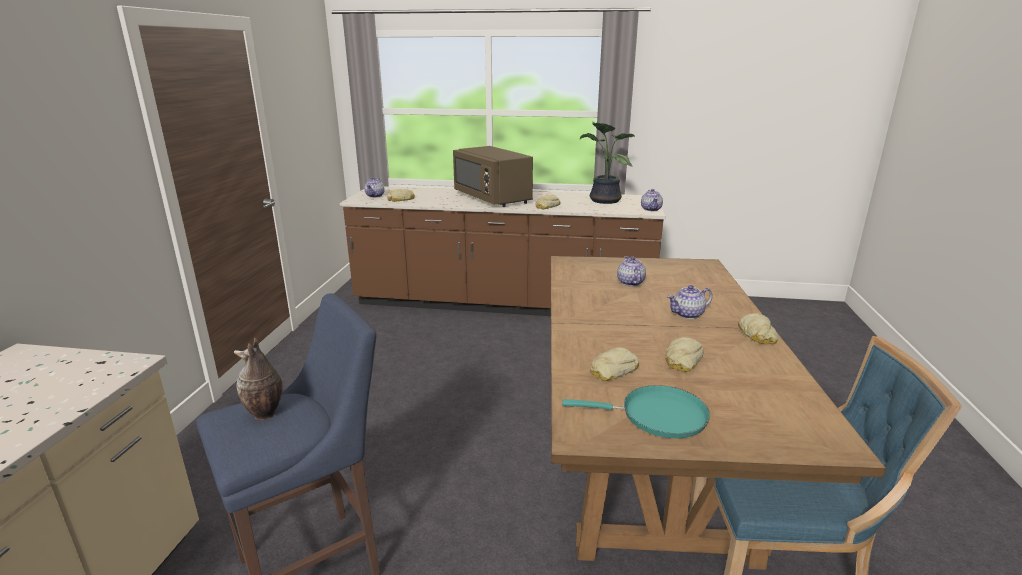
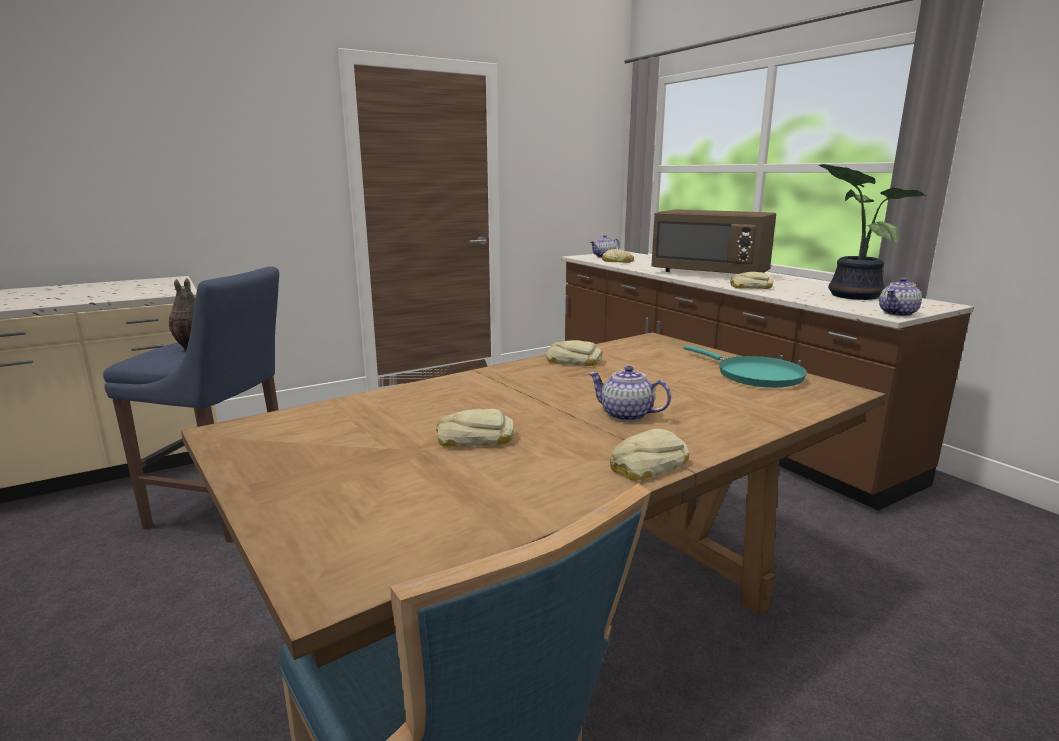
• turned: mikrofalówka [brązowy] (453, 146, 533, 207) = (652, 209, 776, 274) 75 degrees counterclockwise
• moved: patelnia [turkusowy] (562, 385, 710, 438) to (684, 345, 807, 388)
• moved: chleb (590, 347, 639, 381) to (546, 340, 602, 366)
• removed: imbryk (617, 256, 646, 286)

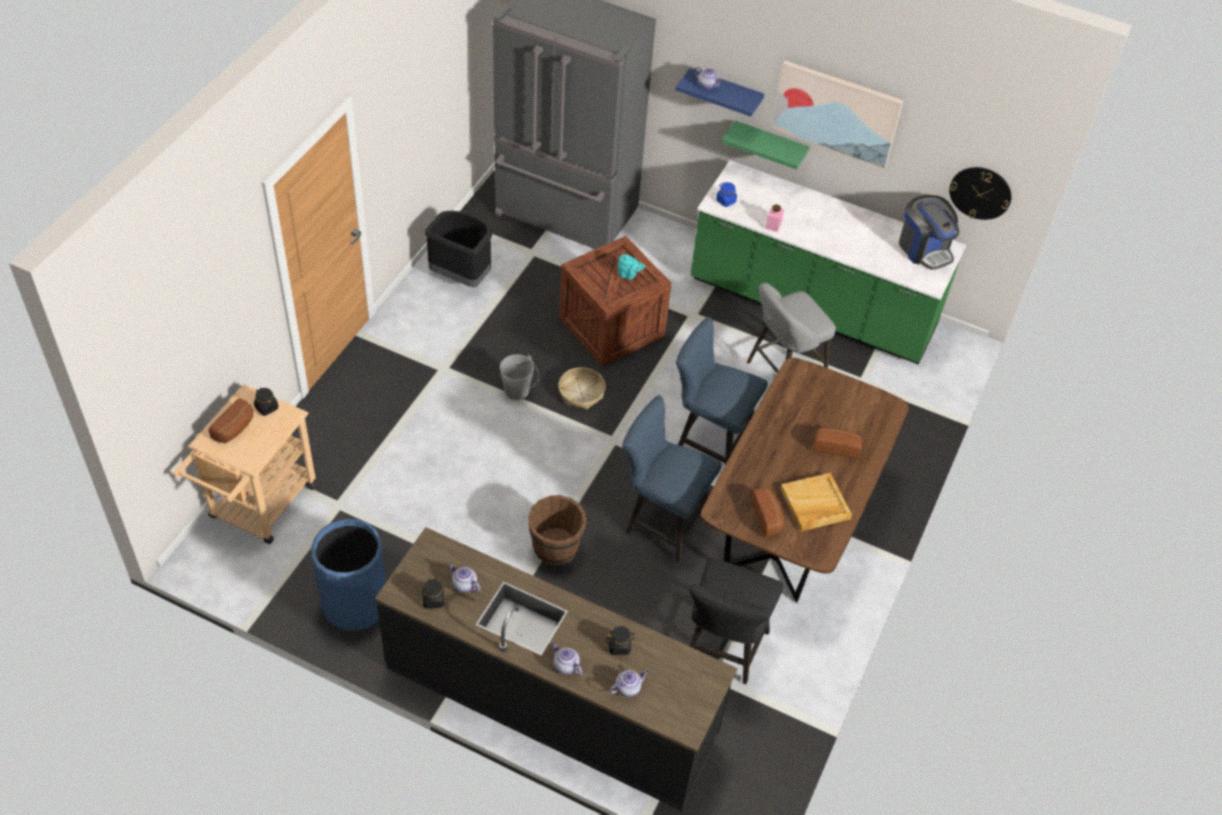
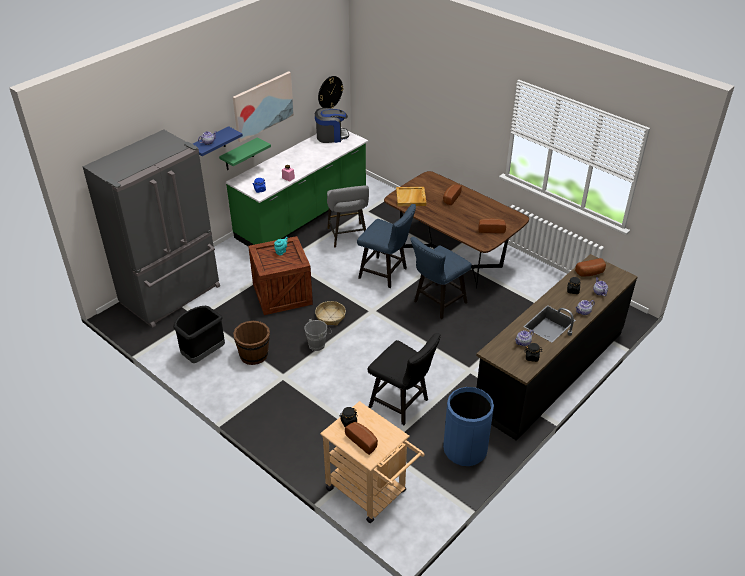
• moved: wiadro [brązowy] (528, 495, 587, 565) to (233, 321, 270, 365)
• turned: krzesło [niebieski] (676, 317, 768, 465) = (357, 204, 416, 288) 105 degrees counterclockwise
• moved: krzesło [czarny] (689, 558, 783, 684) to (368, 333, 441, 425)
• moved: taca [beżowy] (780, 473, 852, 531) to (396, 187, 426, 206)
• added: chleb (575, 258, 606, 277)

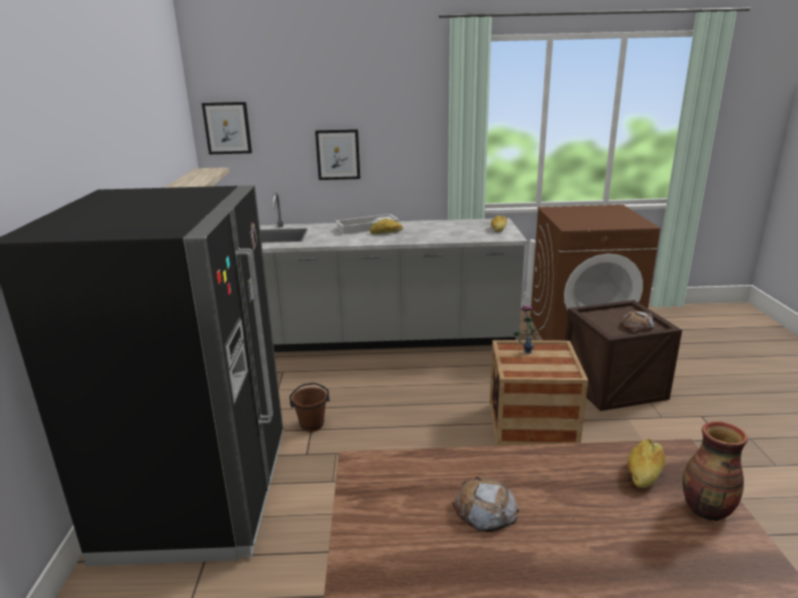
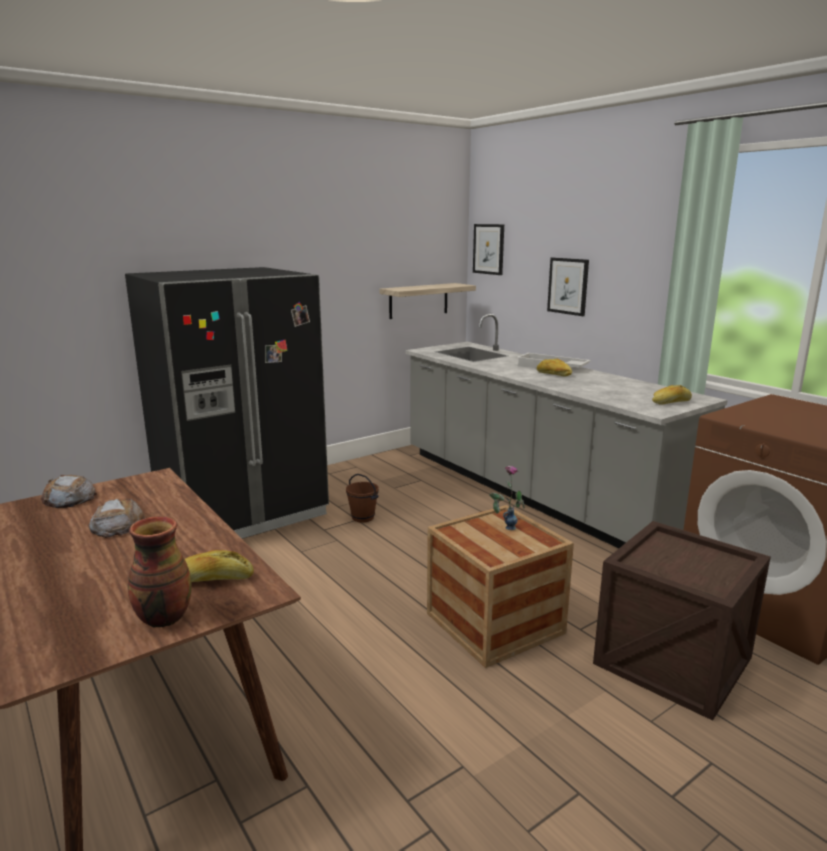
• moved: chleb (621, 311, 654, 332) to (41, 475, 97, 508)

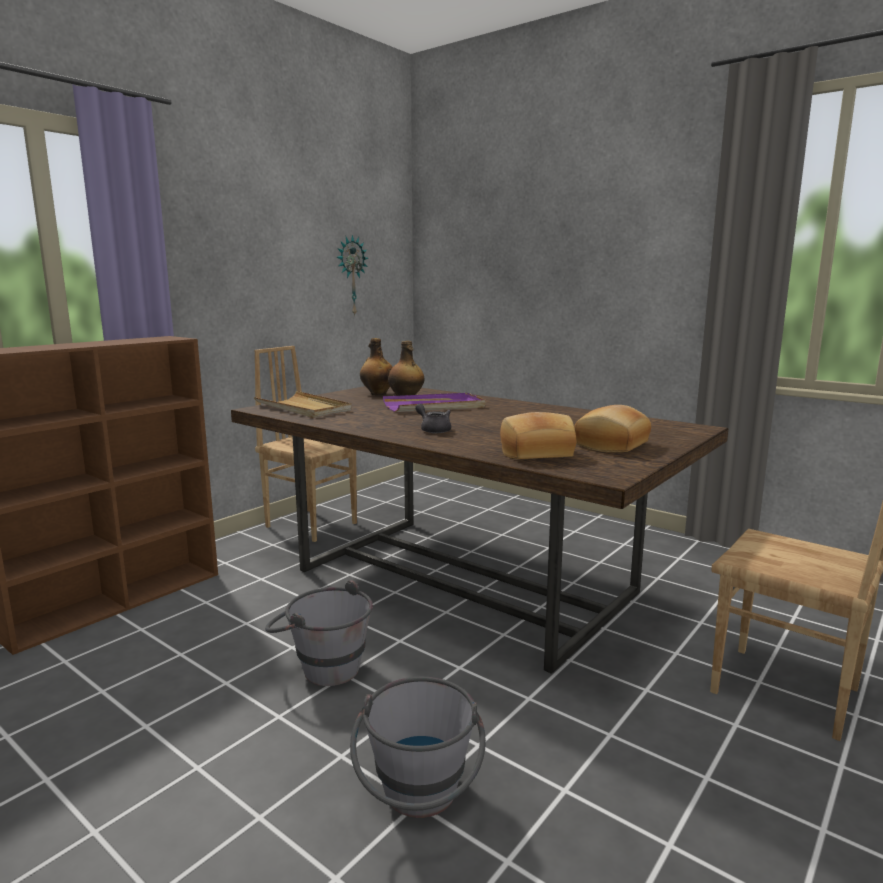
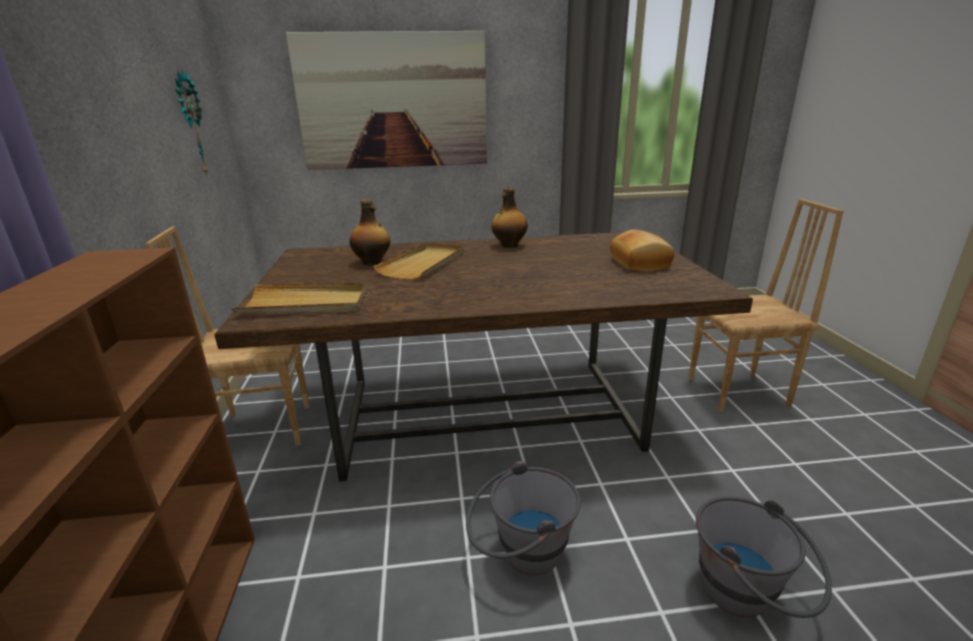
• moved: butelka (360, 338, 393, 395) to (491, 188, 528, 248)
• recoloured: taca [fioletowy] (383, 393, 486, 412) to taca [beżowy] (373, 243, 464, 280)
• removed: imbryk [szary] (415, 404, 451, 433)
• removed: chleb (500, 412, 576, 459)
• added: obraz (286, 31, 487, 170)

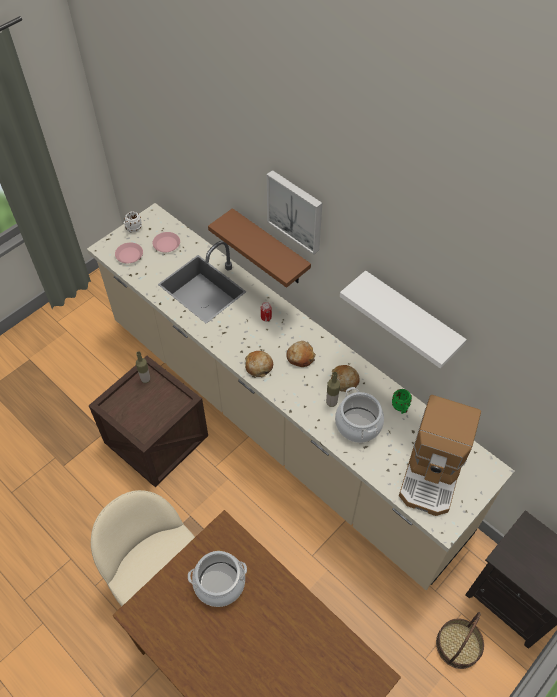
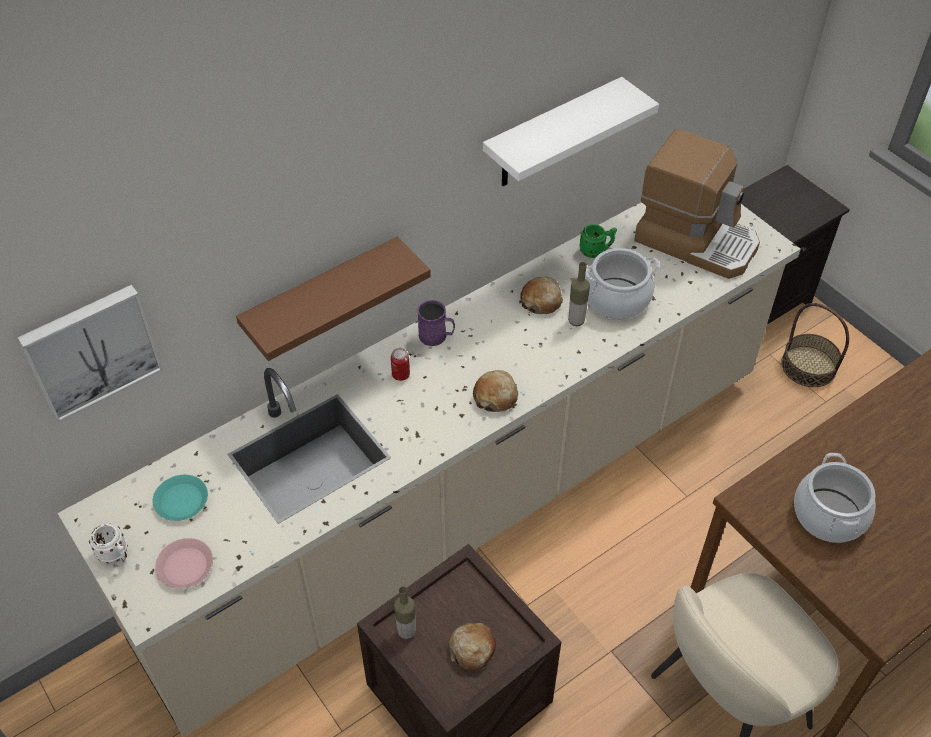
• recoloured: talerz [różowy] (153, 232, 180, 252) to talerz [turkusowy] (153, 475, 208, 521)
• moved: obraz (267, 170, 322, 254) to (17, 285, 163, 422)
• moved: chleb (286, 341, 316, 367) to (449, 623, 496, 671)
• added: kubek [fioletowy] (417, 300, 455, 346)

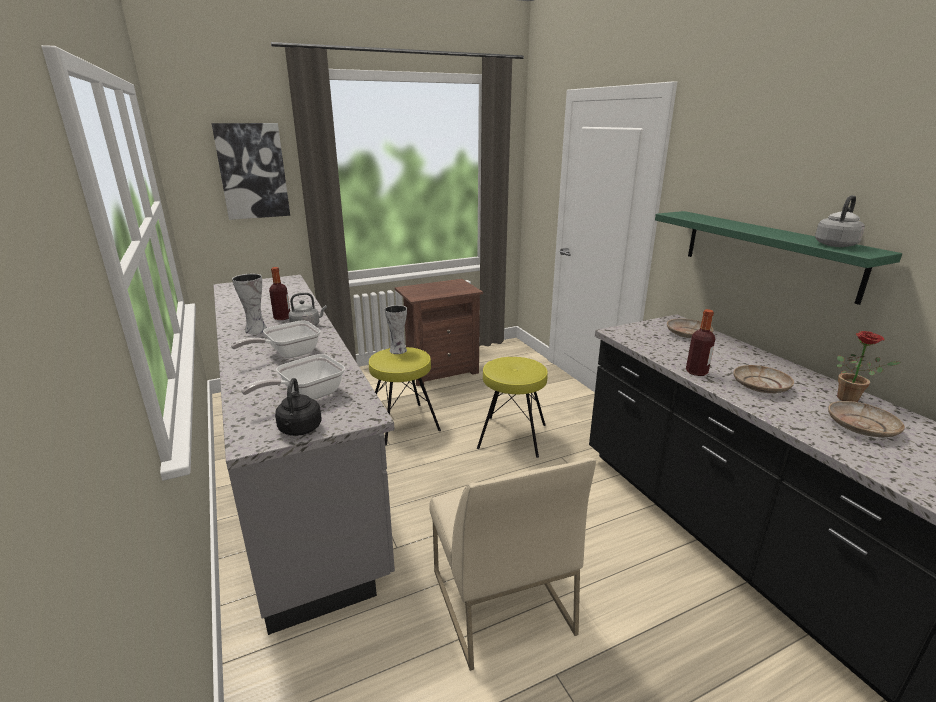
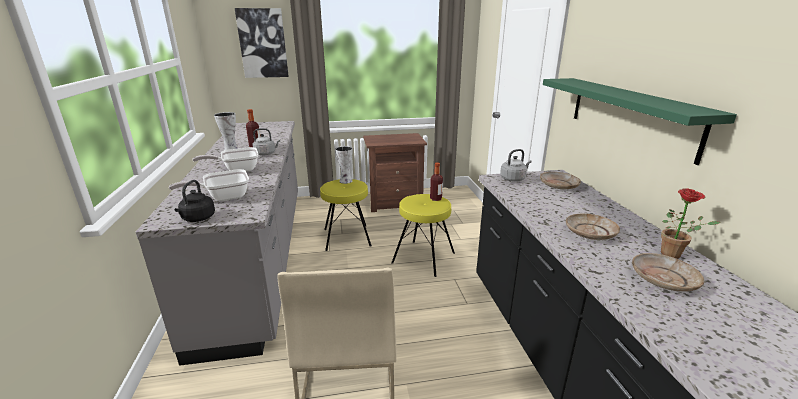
• moved: butelka (686, 309, 715, 376) to (430, 162, 443, 201)
• moved: czajnik [szary] (815, 195, 865, 247) to (500, 149, 532, 182)

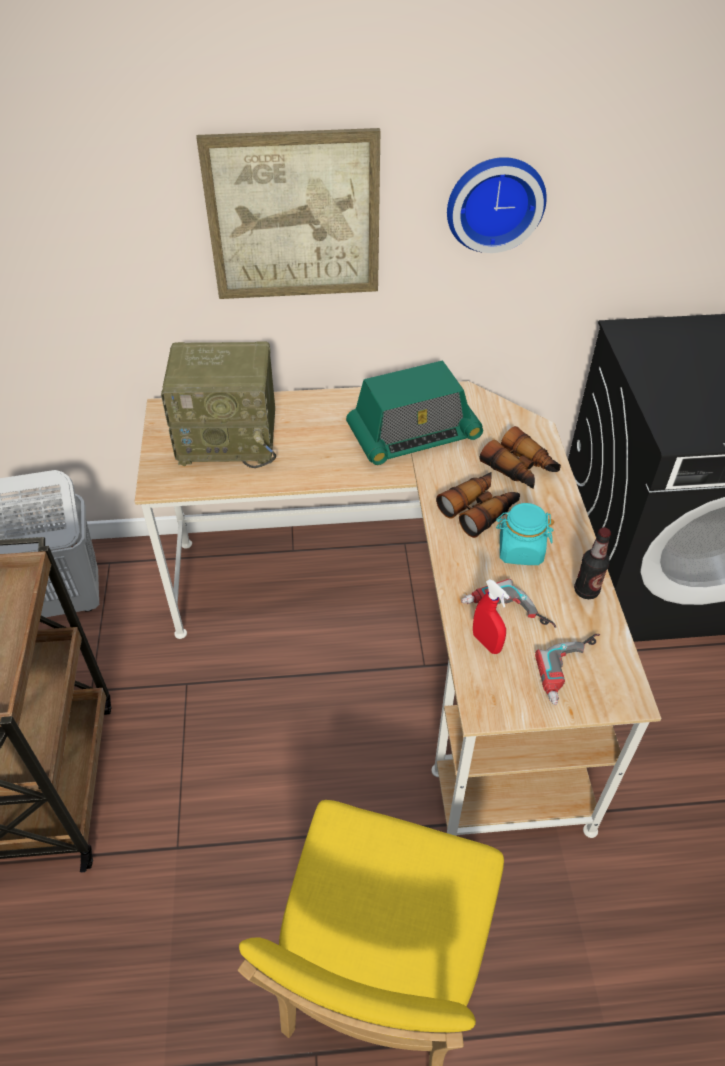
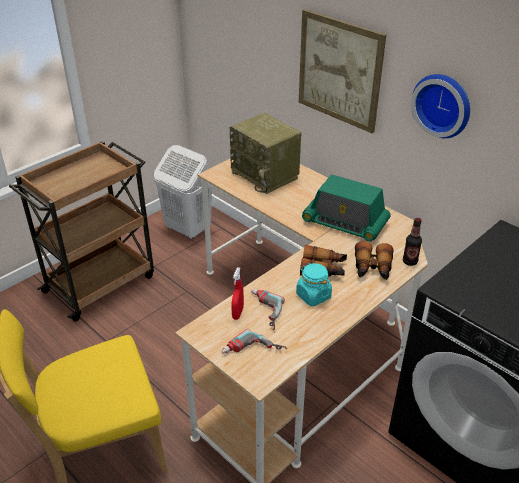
• moved: butelka (574, 528, 611, 599) to (403, 218, 422, 266)

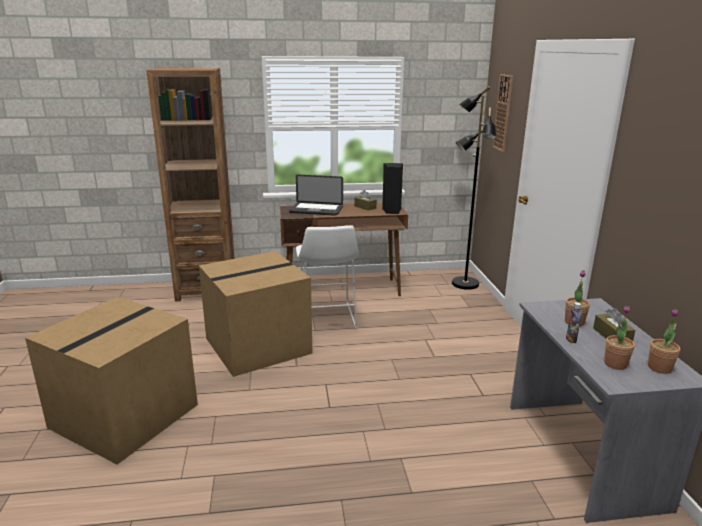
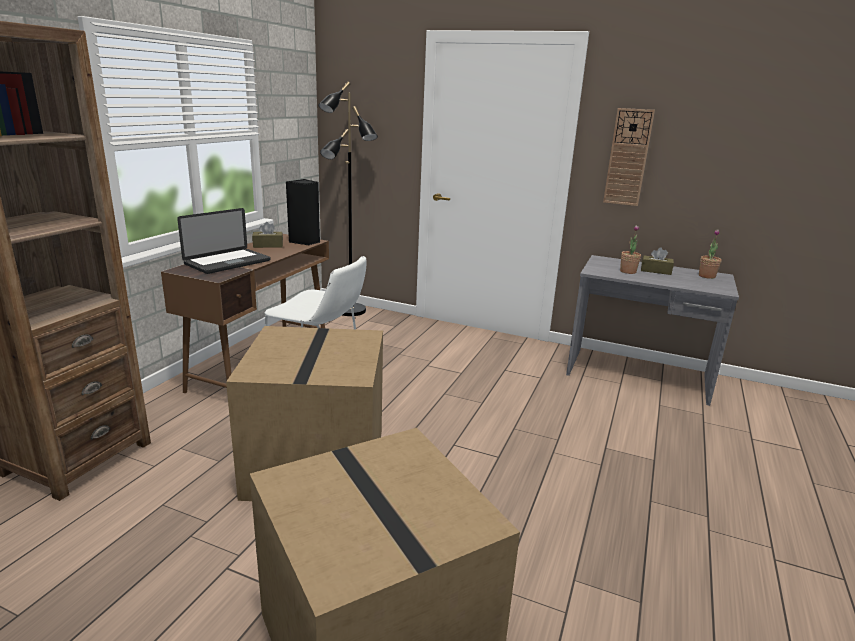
• moved: zegar ścienny (493, 74, 513, 152) to (603, 108, 655, 206)
• removed: butelka (566, 302, 582, 343)
• removed: roślina doniczkowa (604, 306, 635, 370)

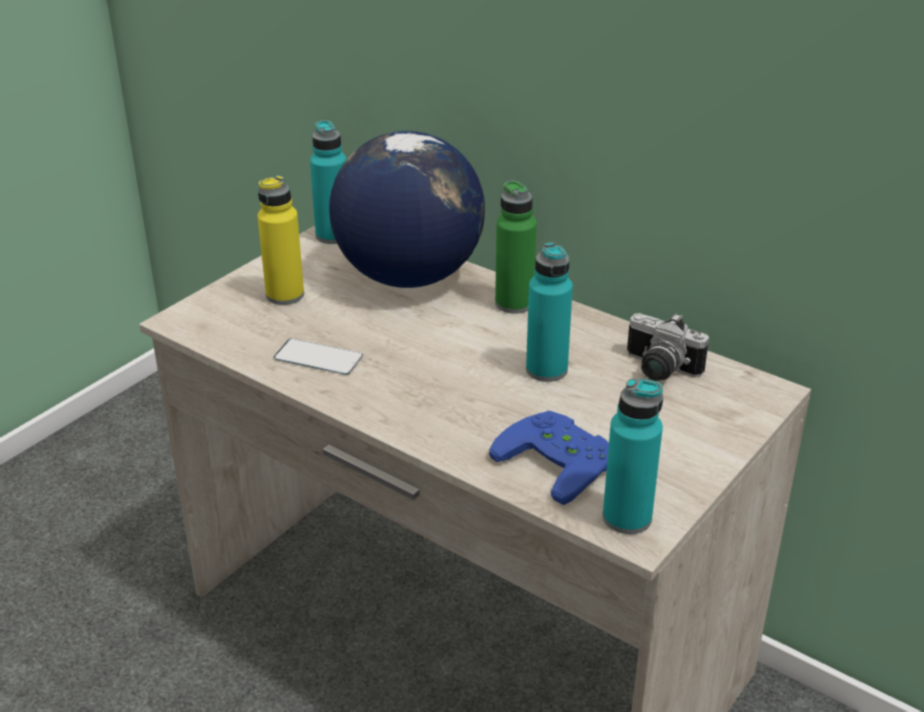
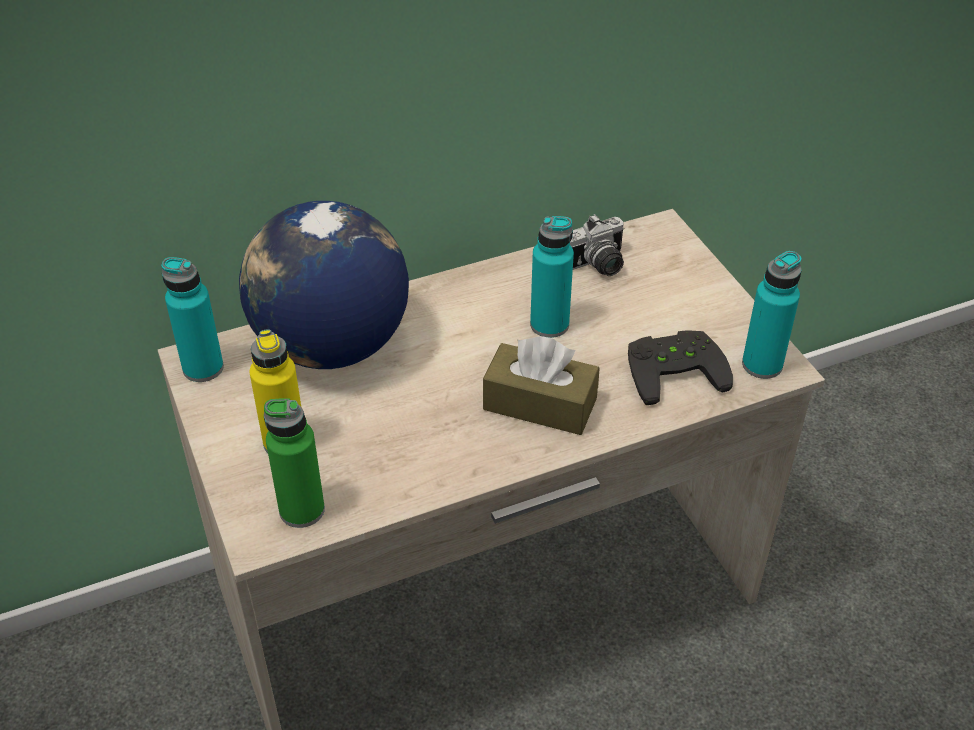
• removed: telefon (273, 338, 363, 375)
• recoloured: pad do gier [niebieski] (489, 411, 609, 505) to pad do gier [czarny] (628, 330, 733, 405)
• moved: butelka [zielony] (495, 180, 537, 314) to (264, 398, 325, 528)
• added: pudełko chusteczek [brązowy] (483, 336, 600, 435)

